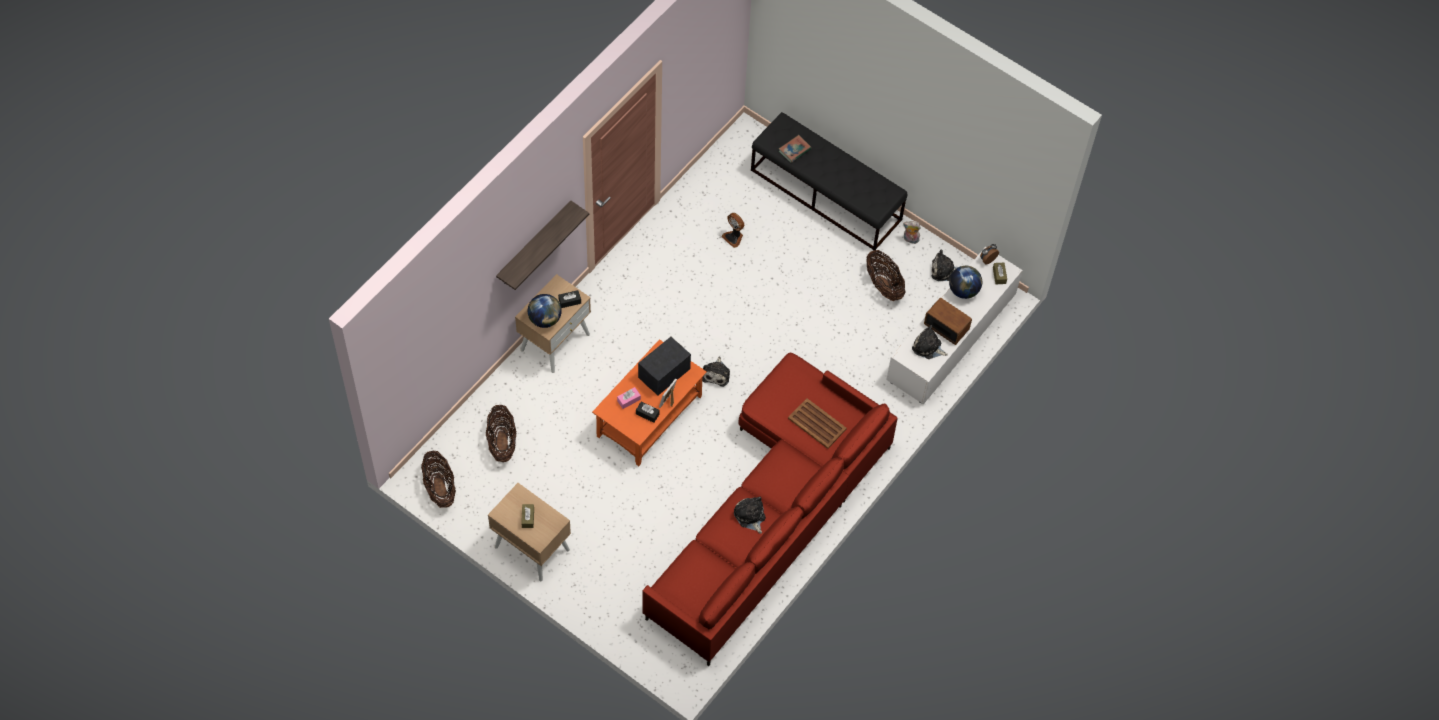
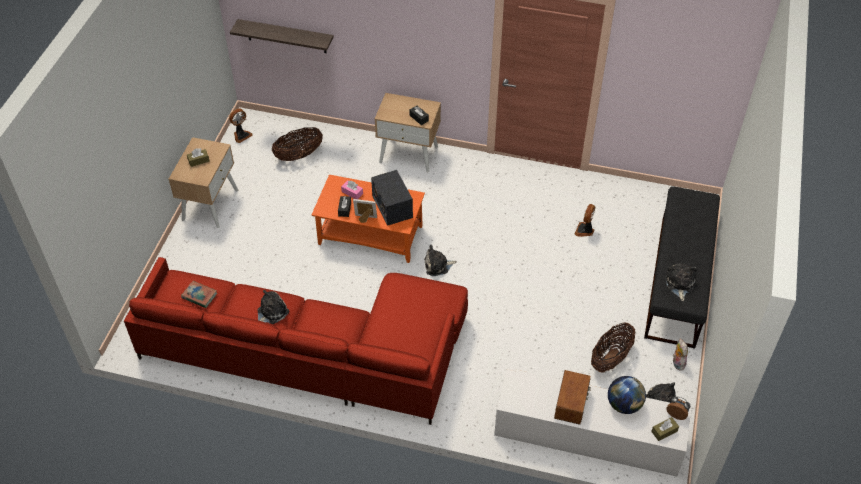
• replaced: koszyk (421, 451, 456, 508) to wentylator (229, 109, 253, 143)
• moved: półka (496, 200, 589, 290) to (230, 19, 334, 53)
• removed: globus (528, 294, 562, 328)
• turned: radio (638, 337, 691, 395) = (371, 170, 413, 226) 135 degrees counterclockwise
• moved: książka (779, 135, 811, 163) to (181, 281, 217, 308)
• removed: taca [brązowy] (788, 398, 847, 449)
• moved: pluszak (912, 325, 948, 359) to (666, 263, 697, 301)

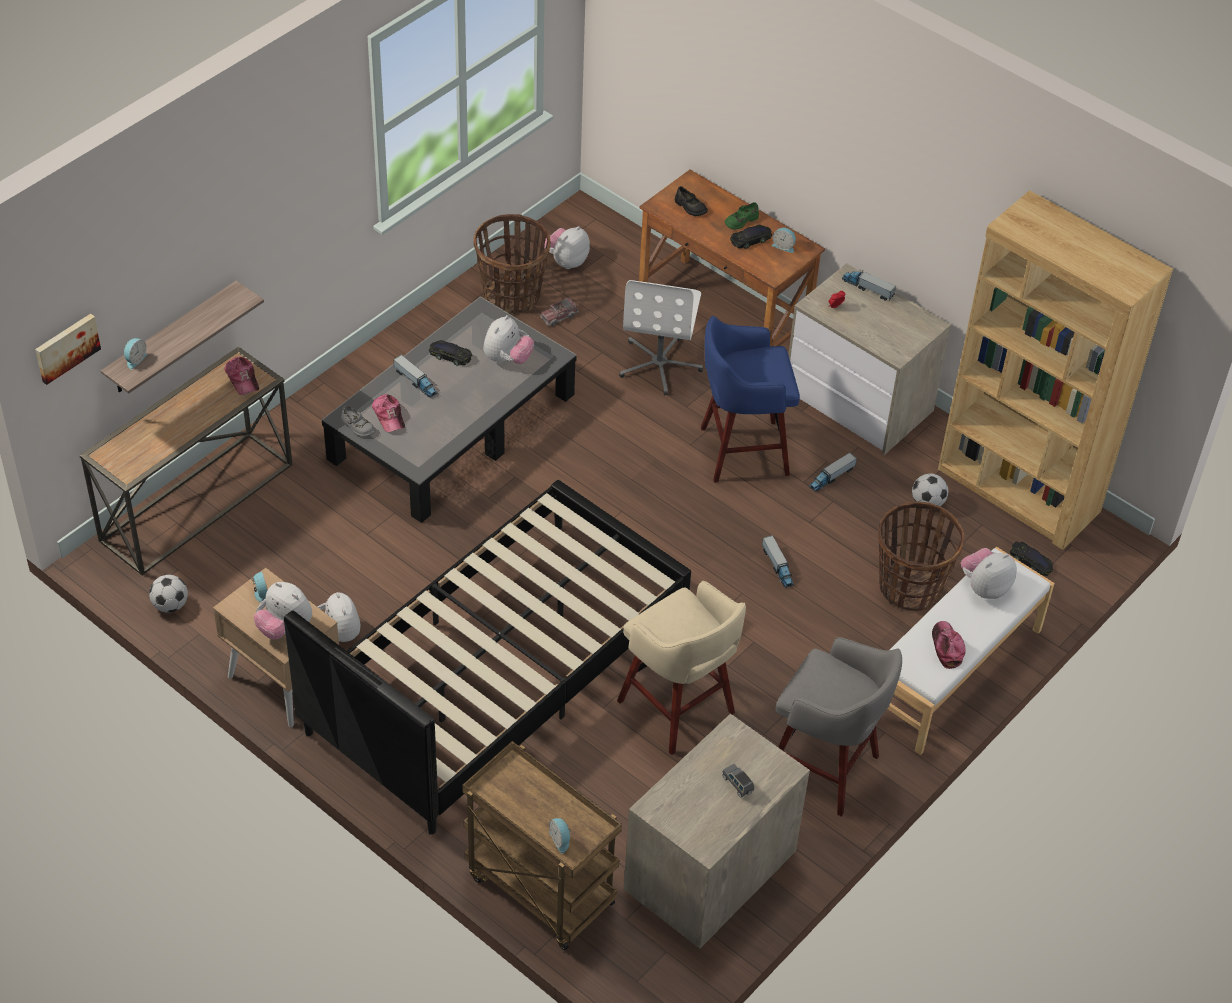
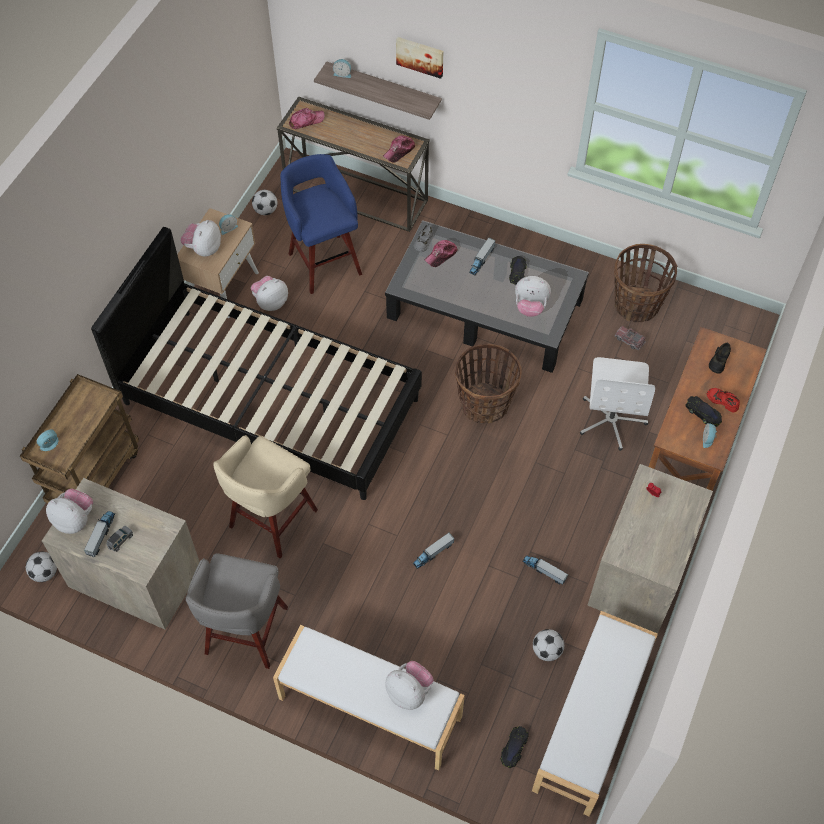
• moved: obraz (35, 314, 101, 385) to (396, 37, 443, 79)
• moved: pluszak (544, 226, 590, 269) to (46, 489, 93, 534)
• turned: krzesło biurowe [biały] (619, 280, 703, 395) = (580, 357, 655, 451) 75 degrees counterclockwise
• moved: stołek [niebieski] (701, 316, 800, 483) to (280, 154, 362, 294)
• recoloured: but [zielony] (725, 202, 759, 229) to but [czerwony] (707, 388, 740, 412)
• moved: ciężarówka zabawkowa (842, 270, 896, 301) to (84, 511, 115, 557)
• moved: koszyk (878, 501, 964, 611) to (455, 343, 522, 424)
• moved: czapka z daszkiem (932, 621, 966, 669) to (289, 108, 325, 129)
• replaced: regał [brązowy] (938, 190, 1173, 550) to ławka [biały] (532, 611, 658, 816)
• added: piłka futbolowa (26, 552, 57, 582)

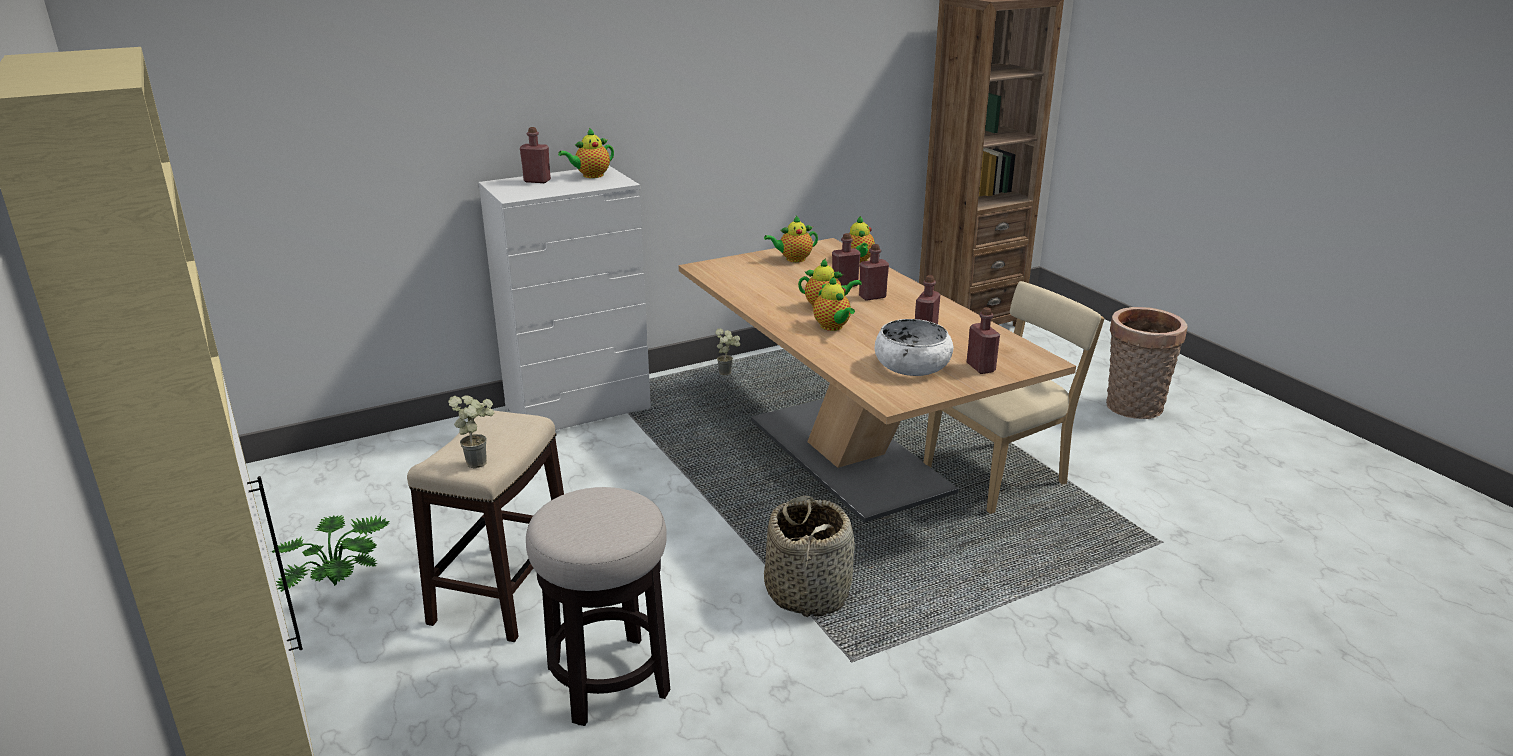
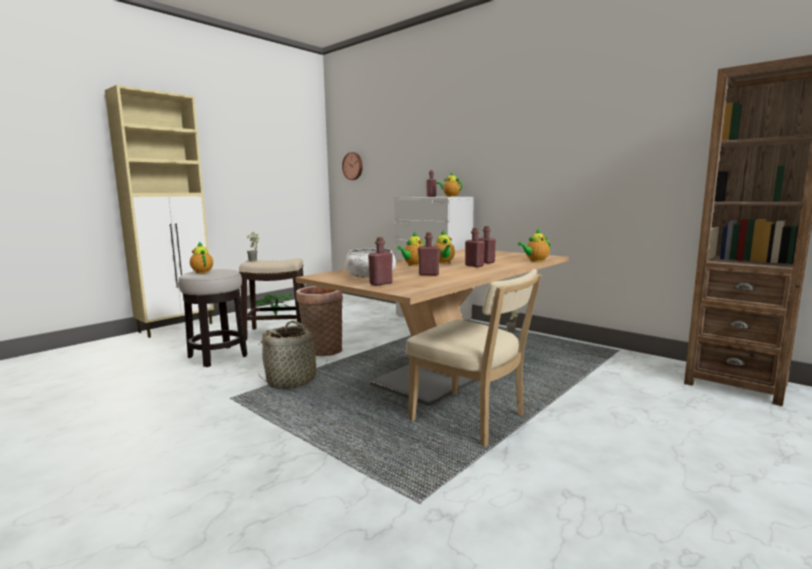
• moved: imbryk (764, 216, 818, 262) to (190, 241, 213, 273)
• moved: koszyk (1106, 307, 1187, 419) to (296, 286, 343, 356)
• added: zegar ścienny (342, 152, 363, 180)

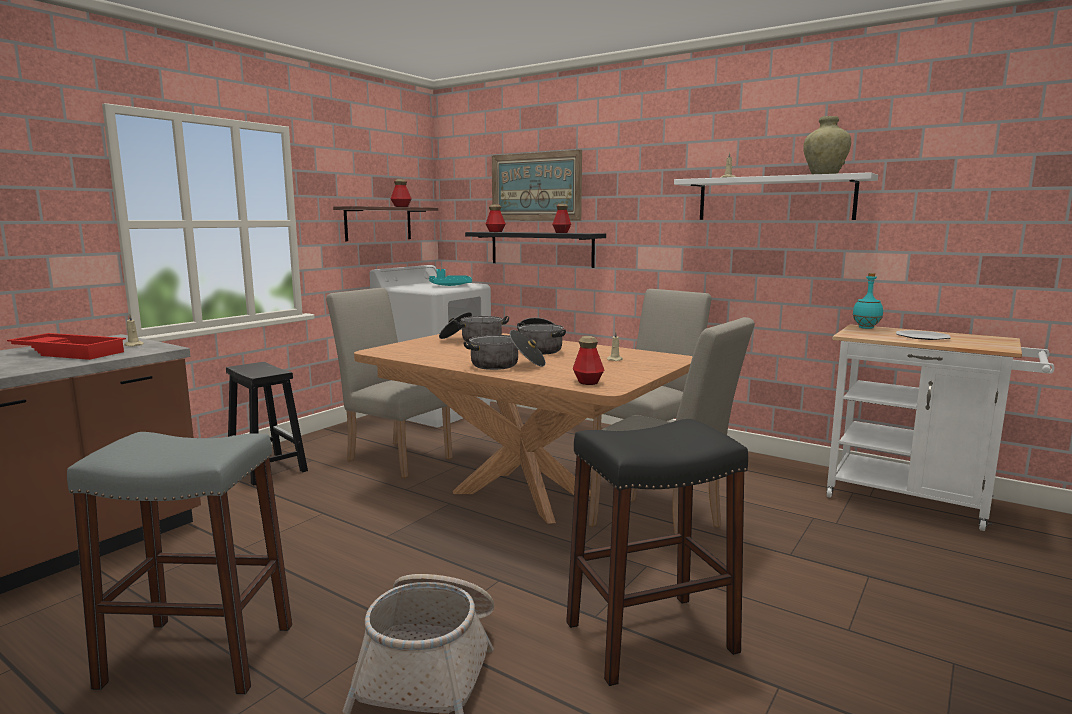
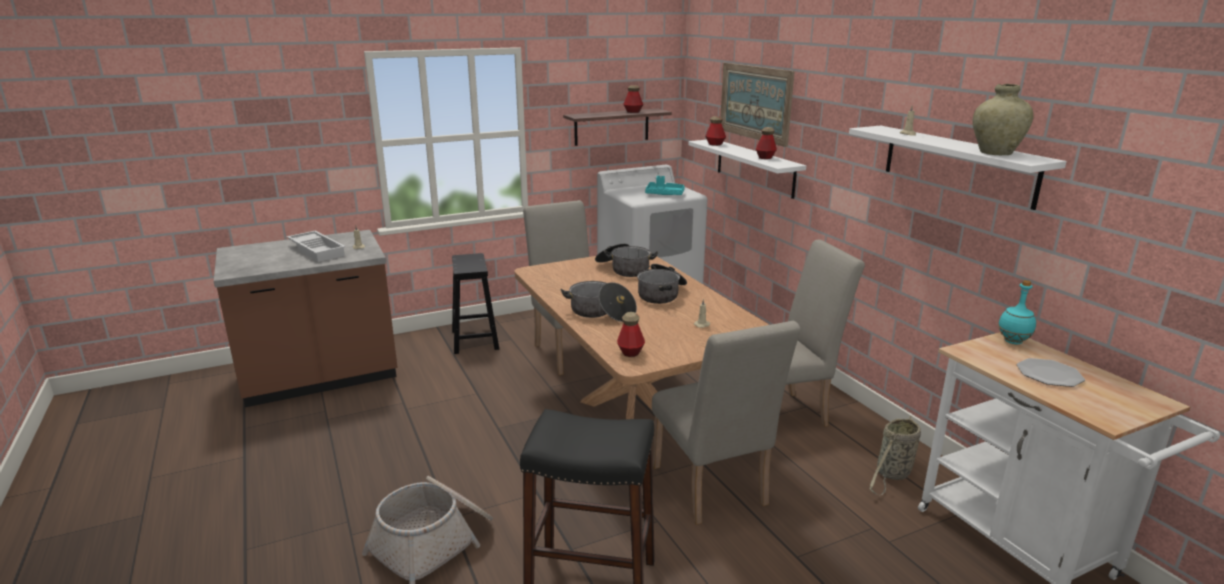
• recoloured: taca [czerwony] (7, 333, 126, 360) to taca [biały] (287, 231, 346, 262)
• removed: stołek [szary] (67, 432, 292, 695)
• recoloured: półka [czarny] (465, 232, 606, 268) to półka [biały] (689, 140, 806, 199)
• added: koszyk (869, 416, 921, 496)

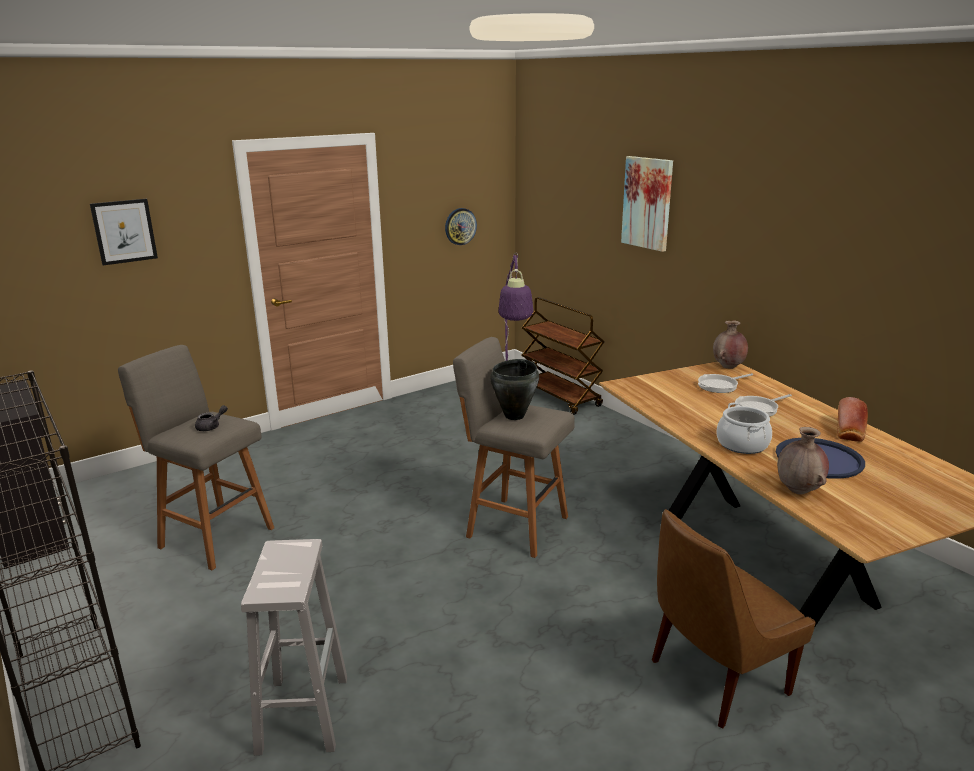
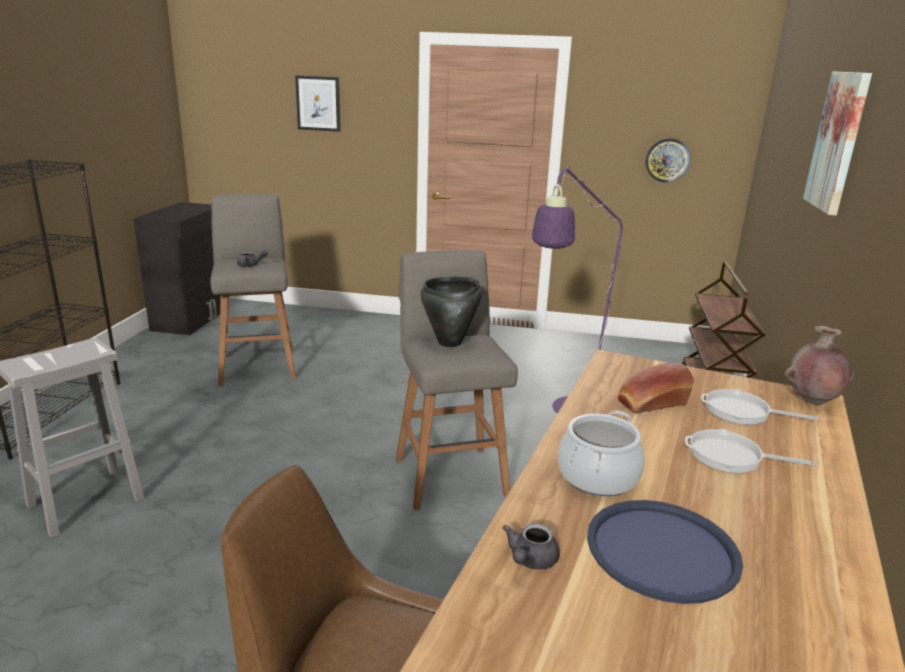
• replaced: wazon [brązowy] (777, 427, 829, 495) to imbryk [szary] (503, 523, 560, 570)
• moved: chleb (837, 397, 868, 442) to (618, 363, 694, 413)

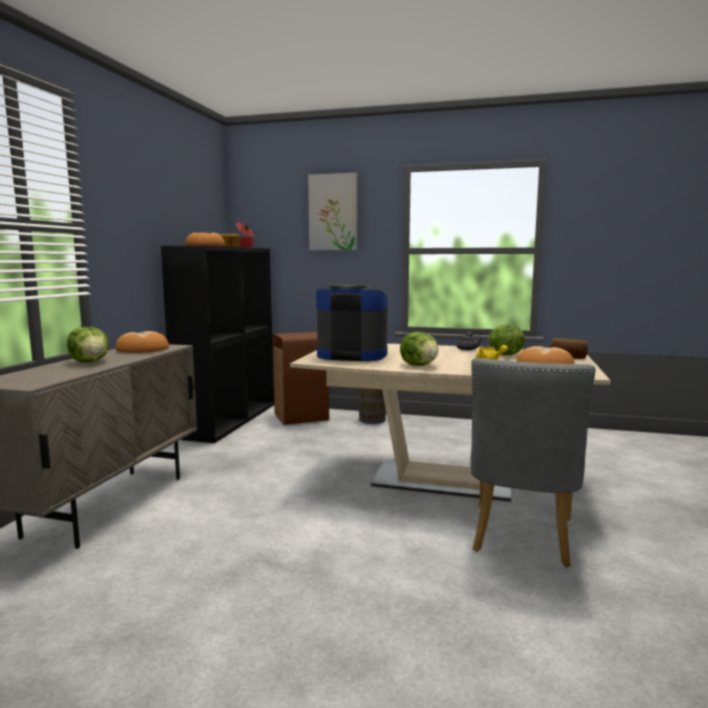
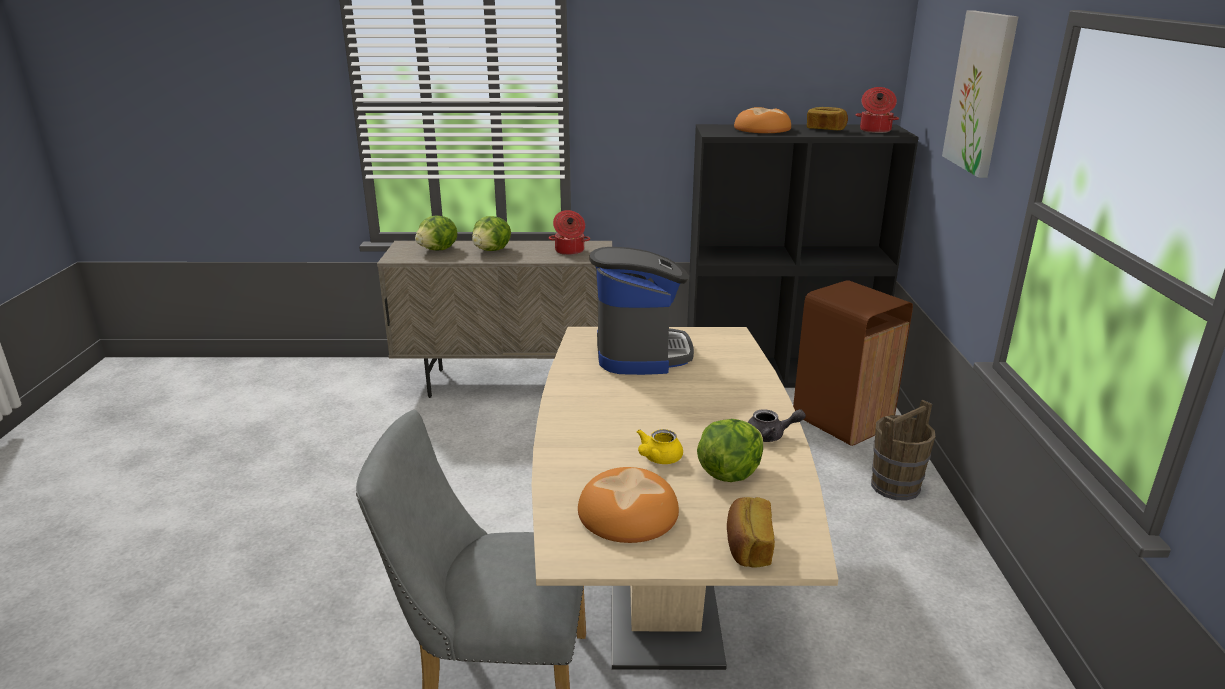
• replaced: chleb (115, 331, 169, 353) to garnek (549, 210, 590, 255)
• moved: sałata (400, 332, 438, 366) to (415, 216, 457, 250)

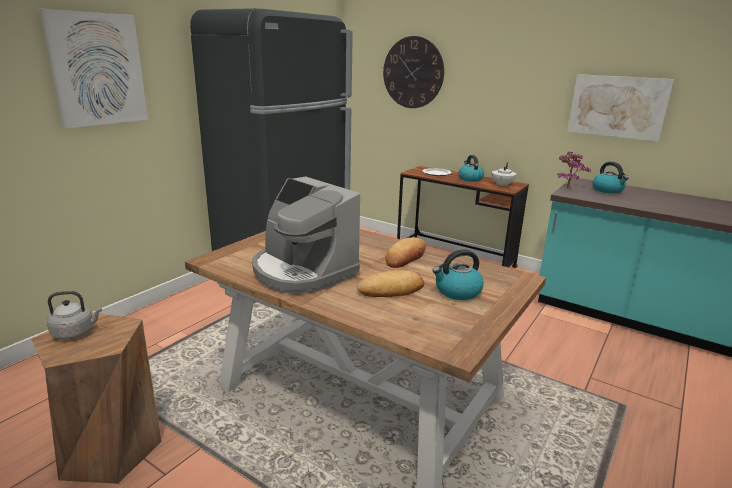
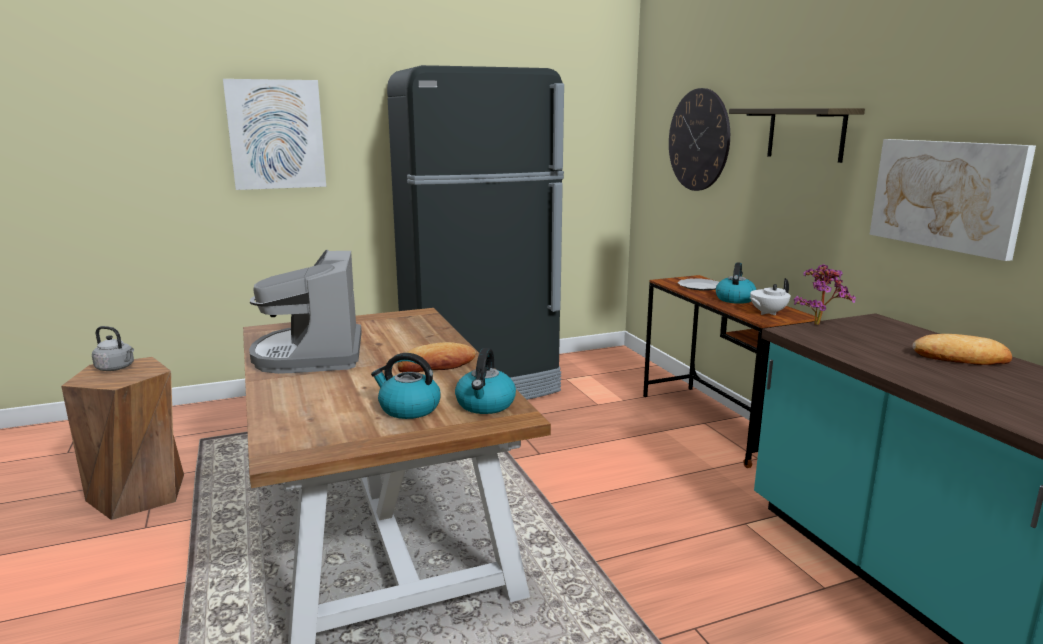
• moved: chleb (357, 270, 425, 297) to (912, 334, 1012, 365)
• moved: czajnik (592, 162, 629, 194) to (455, 348, 516, 414)
• added: półka (729, 108, 865, 163)

